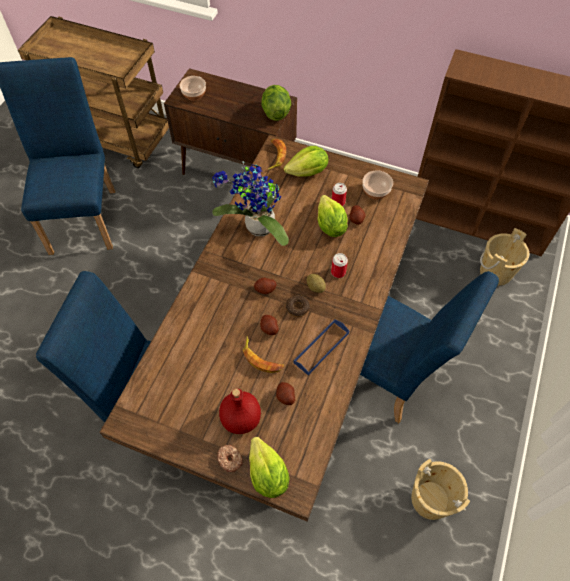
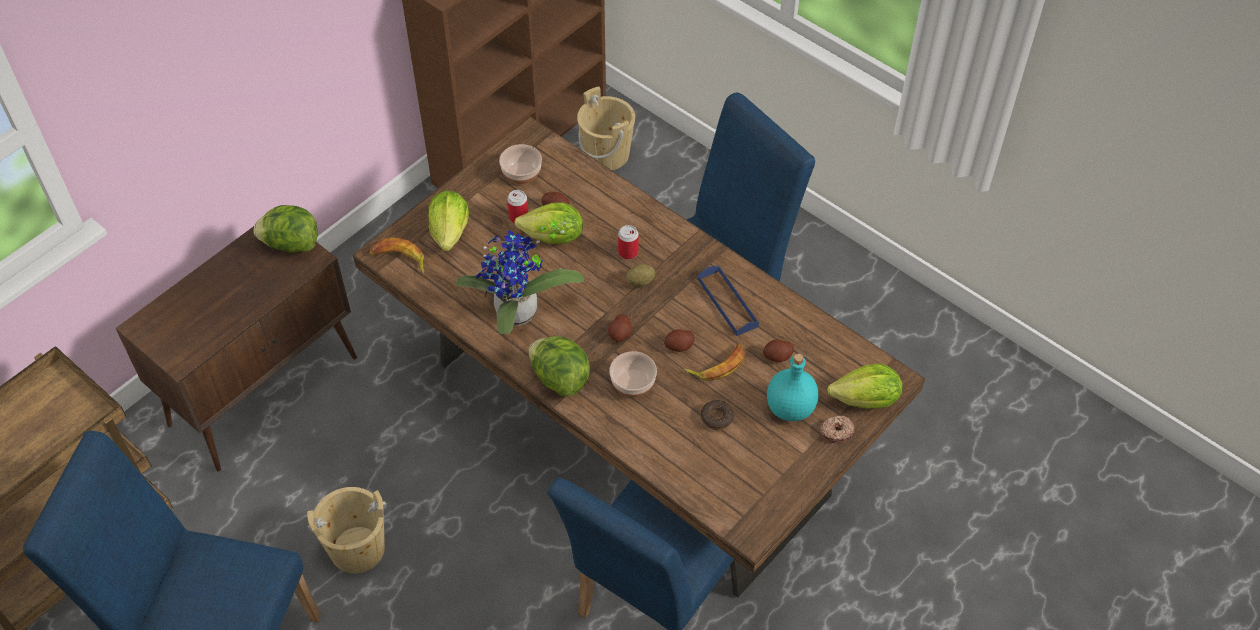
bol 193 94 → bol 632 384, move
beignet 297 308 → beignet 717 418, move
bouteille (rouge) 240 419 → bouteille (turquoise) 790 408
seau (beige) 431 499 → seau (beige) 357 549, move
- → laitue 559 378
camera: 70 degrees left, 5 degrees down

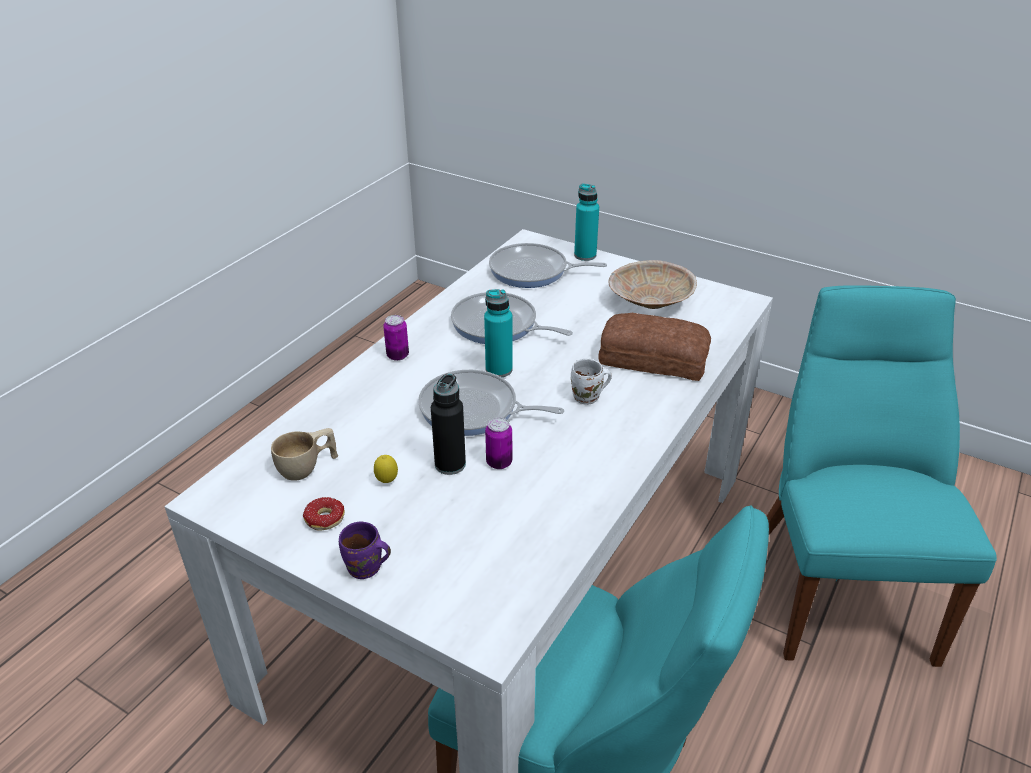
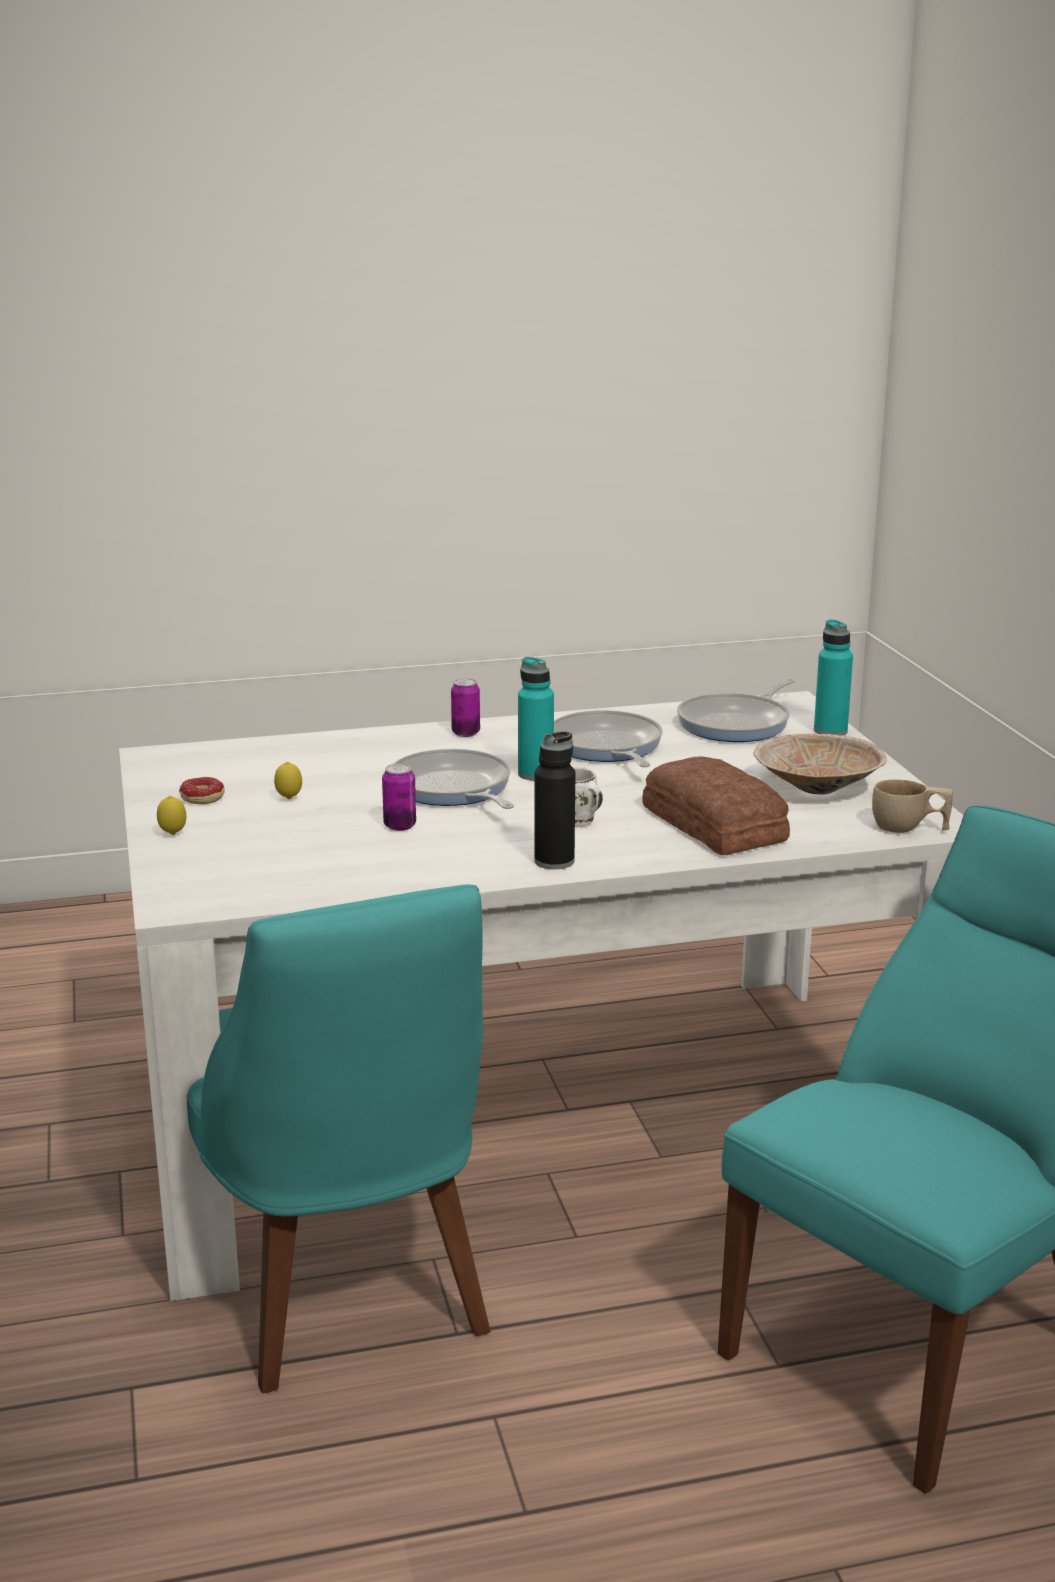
poêle 533 271 → poêle 737 724, 105 degrees counterclockwise
bouteille (noir) 450 464 → bouteille (noir) 554 861, move
tasse (beige) 308 468 → tasse (beige) 909 828, move
mug (violet) 366 569 → citron 173 834
camera: 45 degrees right, 15 degrees down

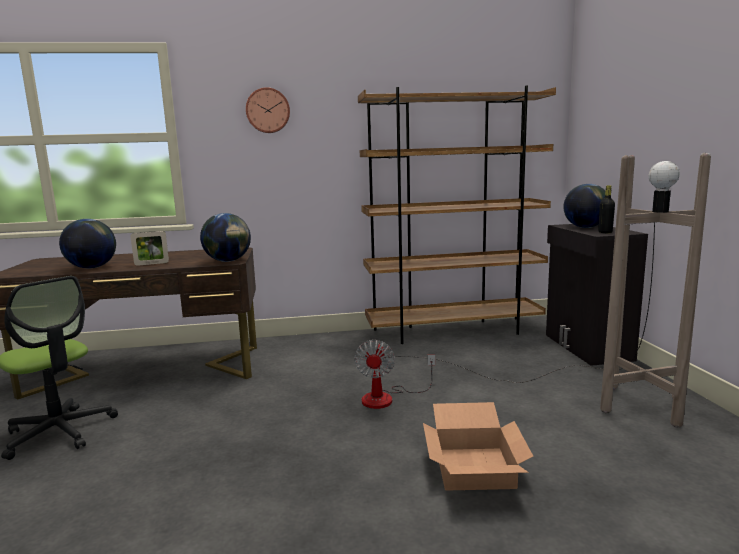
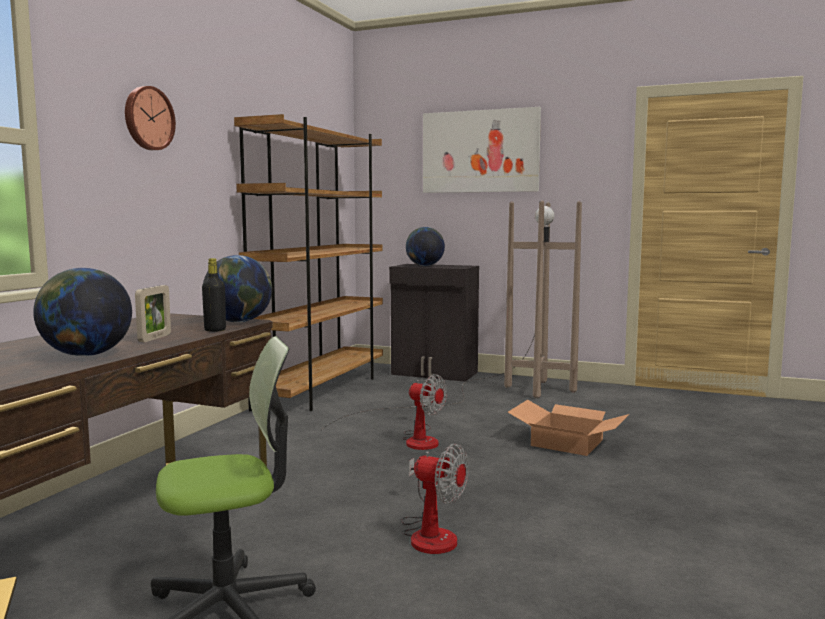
bouteille (noir) 605 232 → bouteille (noir) 215 330, move
- → tableau 480 151
- → ventilateur 430 534
camera: 60 degrees left, 5 degrees down

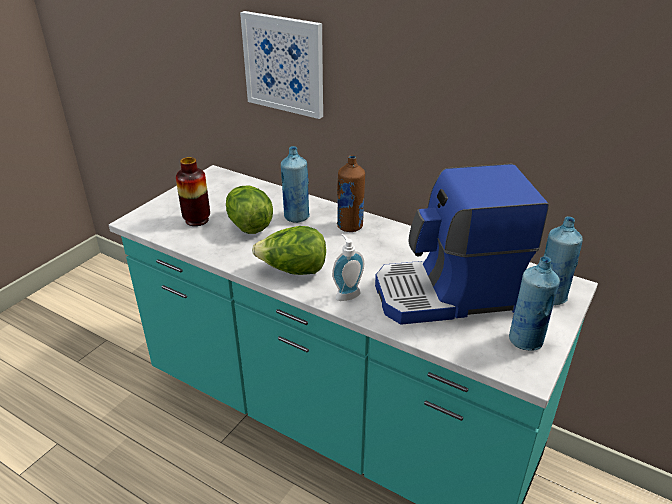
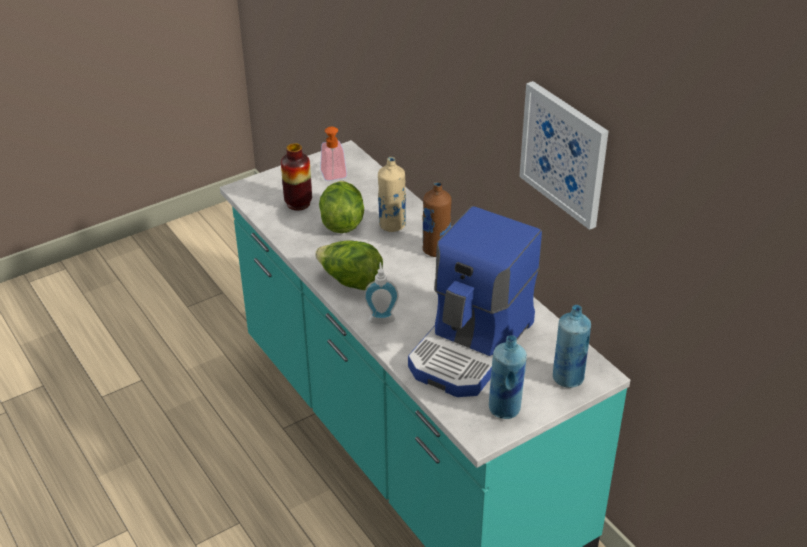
tableau 284 64 → tableau 564 153, move
bouteille (bleu) 296 217 → bouteille (beige) 392 225
machine à café 448 295 → machine à café 472 346, 75 degrees counterclockwise
- → distributeur de savon 335 177
camera: 25 degrees right, 5 degrees up

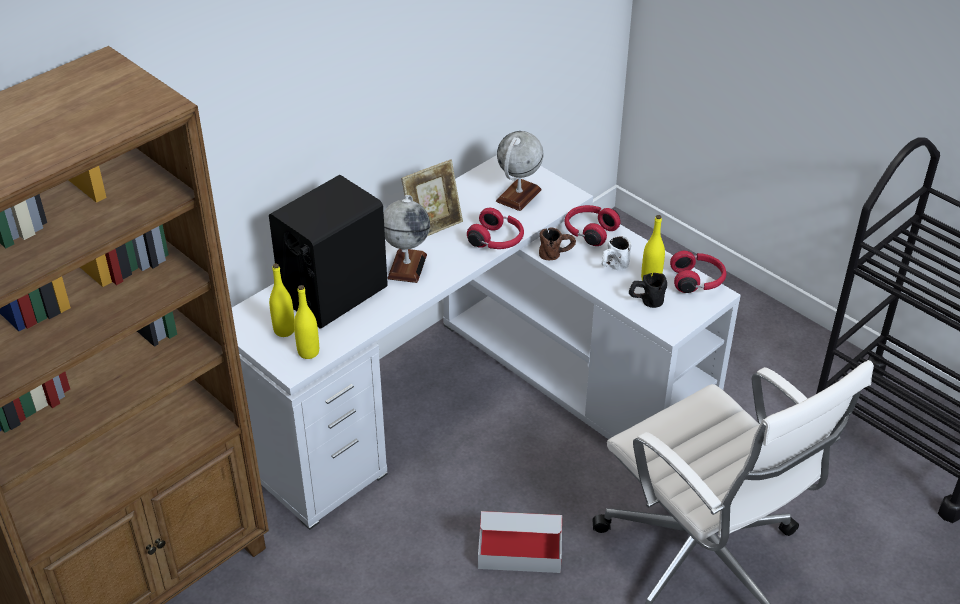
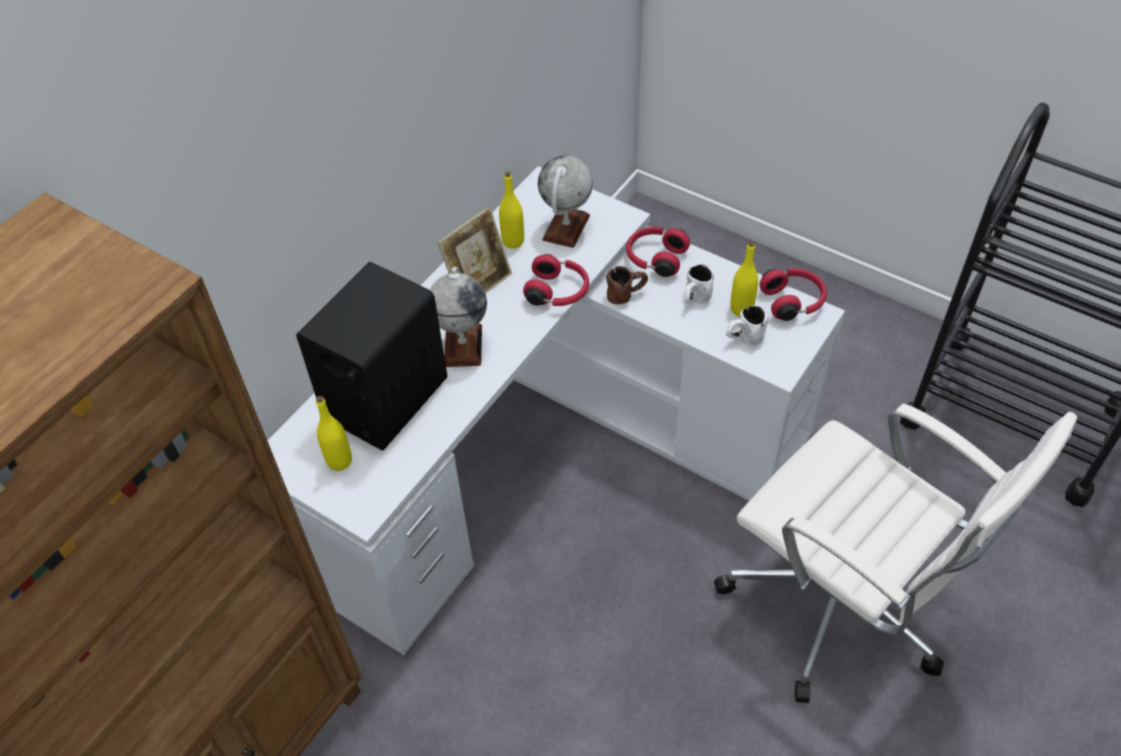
mug (noir) 645 301 → mug (blanc) 743 339
bouteille (jaune) 308 352 → bouteille (jaune) 513 241, move
carton 520 548 → -
camera: 10 degrees left, 10 degrees up

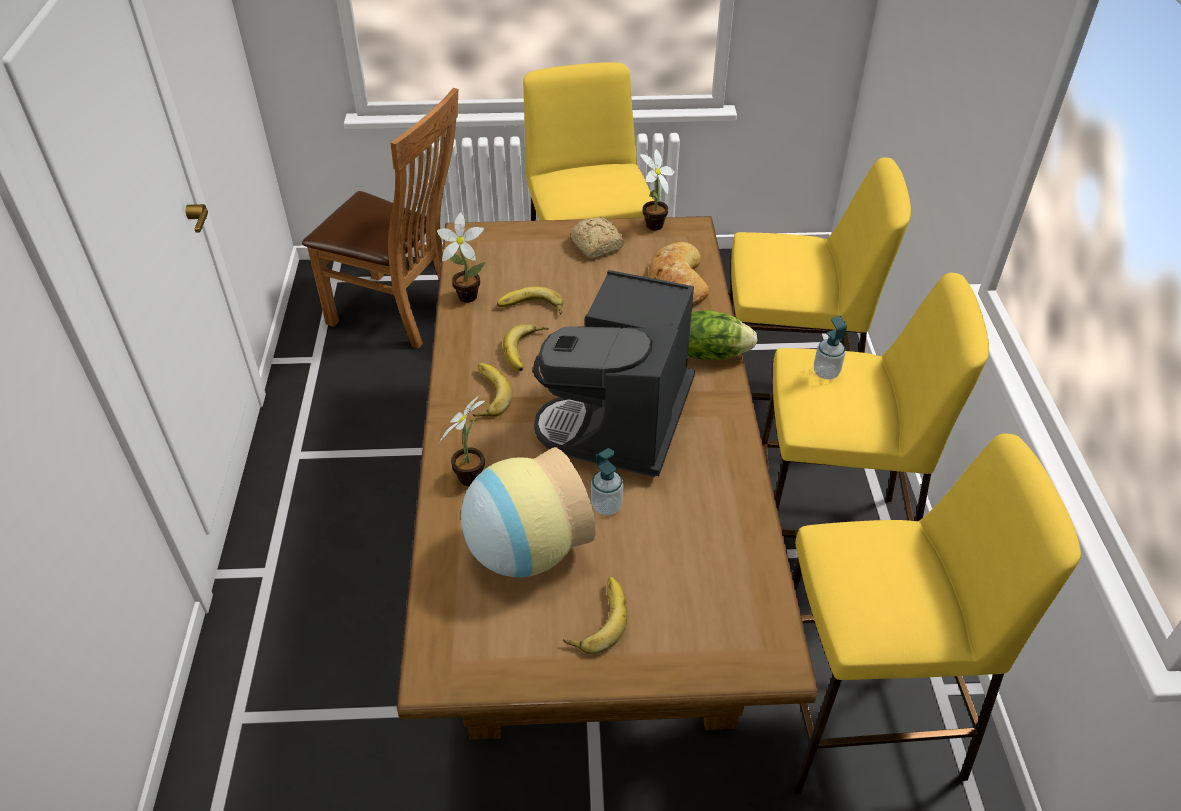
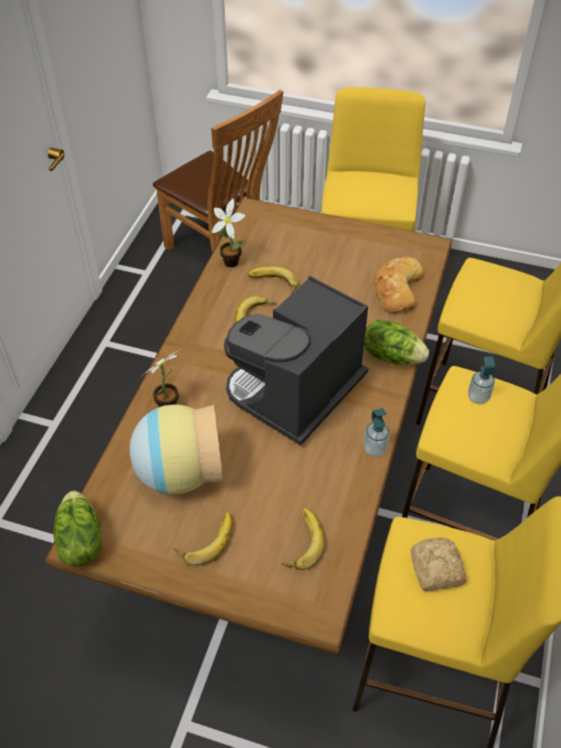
plante en pot 652 227 → -
pain 596 246 → pain 436 570, move
banane 485 394 → banane 300 541, move
distributeur de savon 606 506 → distributeur de savon 375 449, move
- → laitue 80 541
camera: 20 degrees right, 5 degrees up

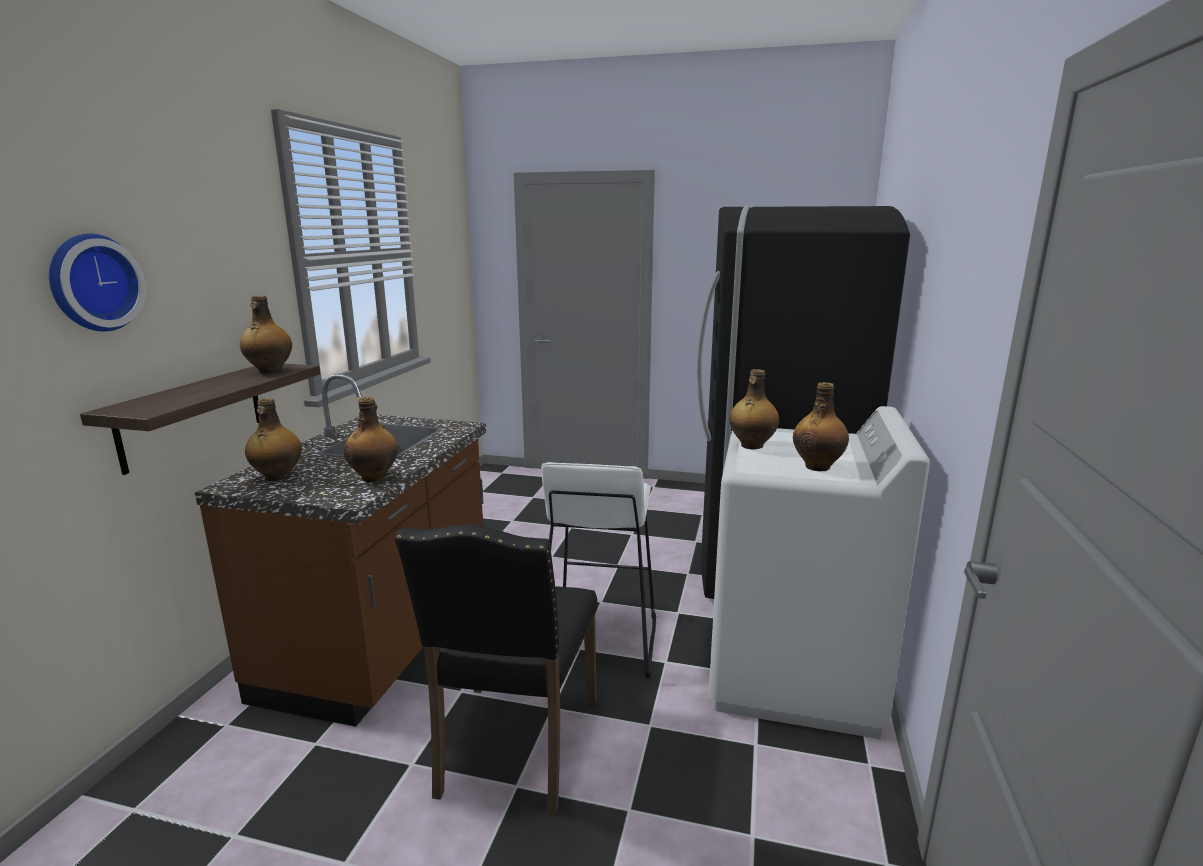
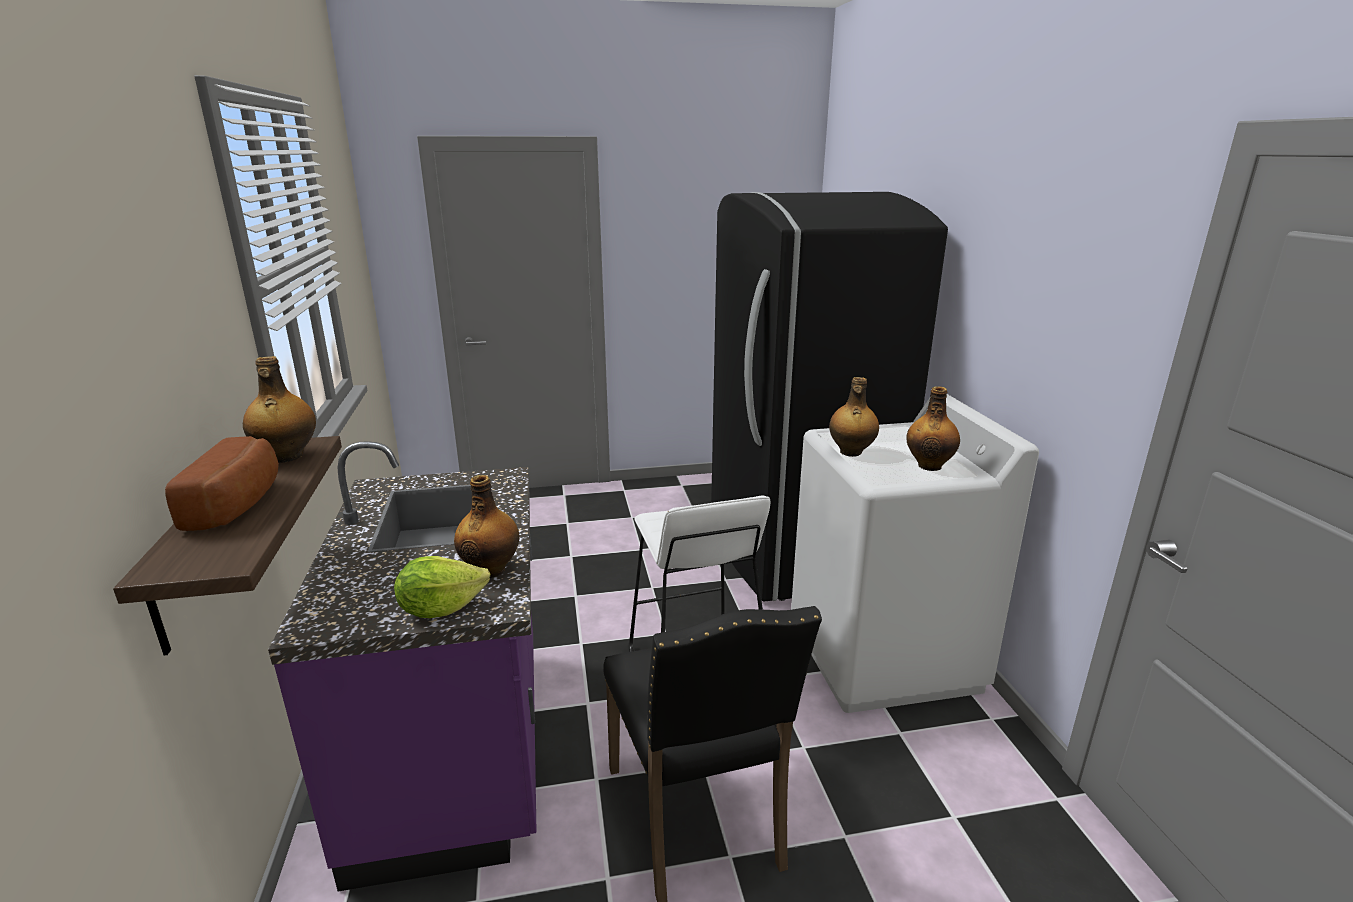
horloge murale 92 283 → -
comptoir de cuisine (marron) 383 640 → comptoir de cuisine (violet) 459 750
bouteille 277 477 → -
- → pain 240 504
- → laitue 440 608
camera: 25 degrees left, 5 degrees up

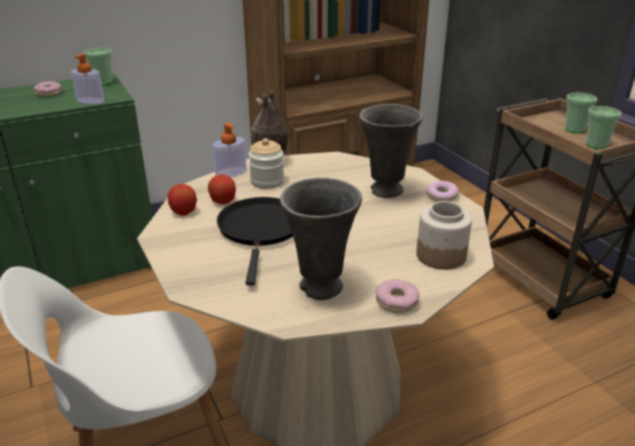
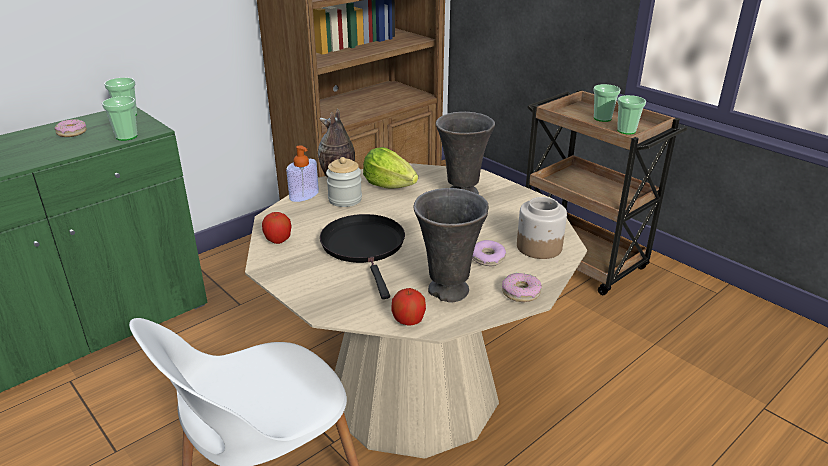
distributeur de savon 90 101 → tasse 126 136
pomme 223 202 → pomme 408 321, move
beignet 441 196 → beignet 487 258, move
- → laitue 389 185
camera: 15 degrees left, 0 degrees up

